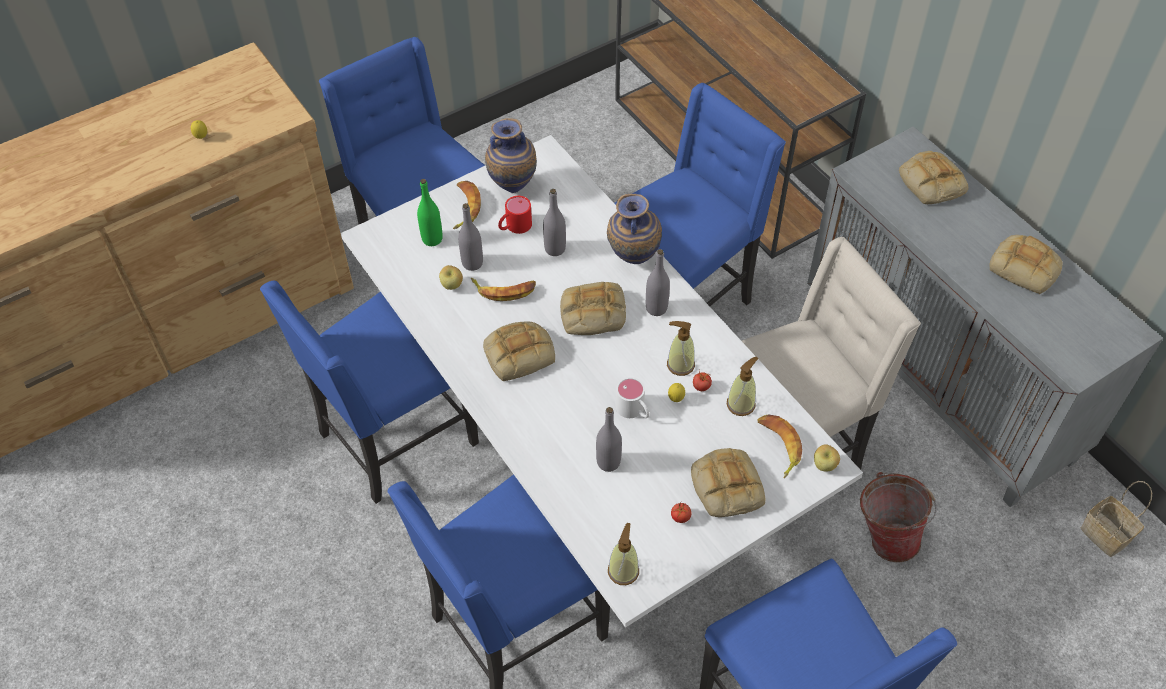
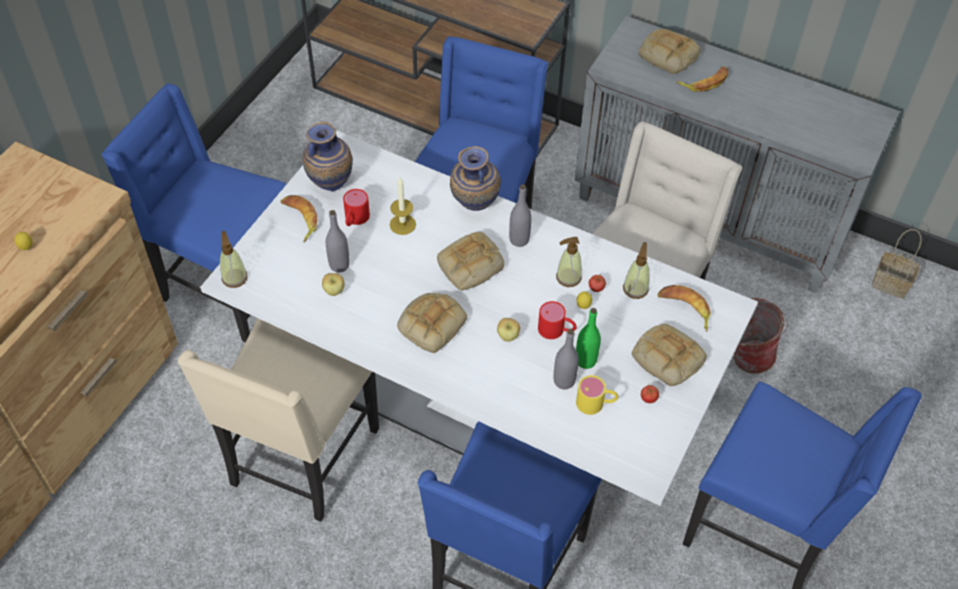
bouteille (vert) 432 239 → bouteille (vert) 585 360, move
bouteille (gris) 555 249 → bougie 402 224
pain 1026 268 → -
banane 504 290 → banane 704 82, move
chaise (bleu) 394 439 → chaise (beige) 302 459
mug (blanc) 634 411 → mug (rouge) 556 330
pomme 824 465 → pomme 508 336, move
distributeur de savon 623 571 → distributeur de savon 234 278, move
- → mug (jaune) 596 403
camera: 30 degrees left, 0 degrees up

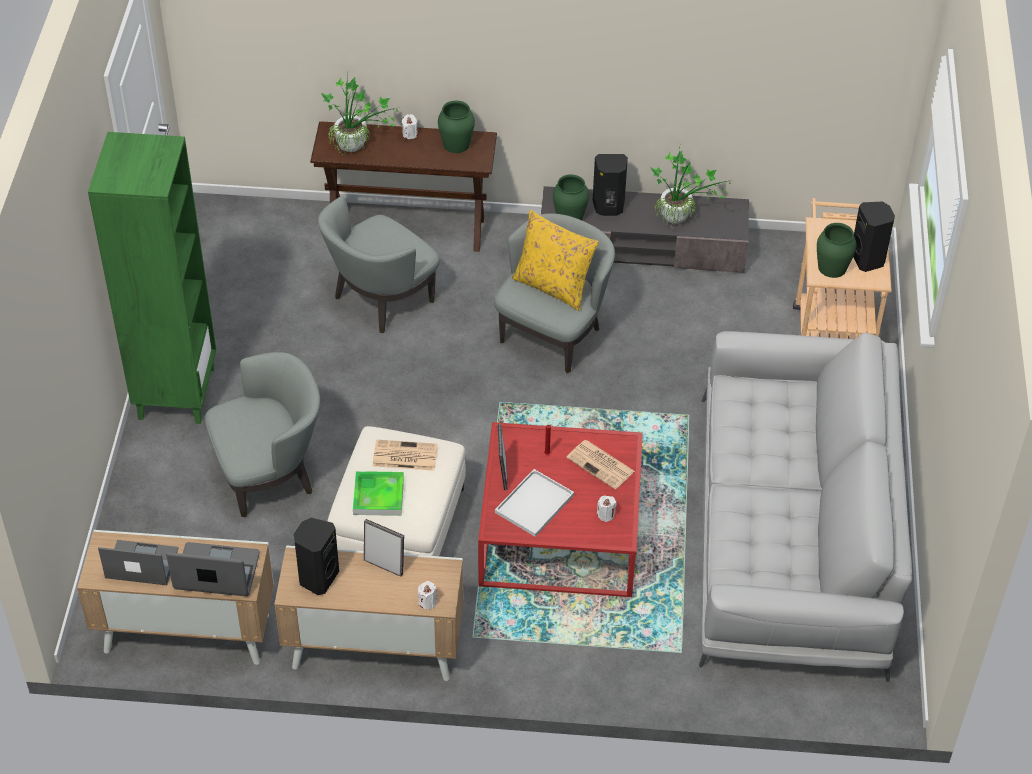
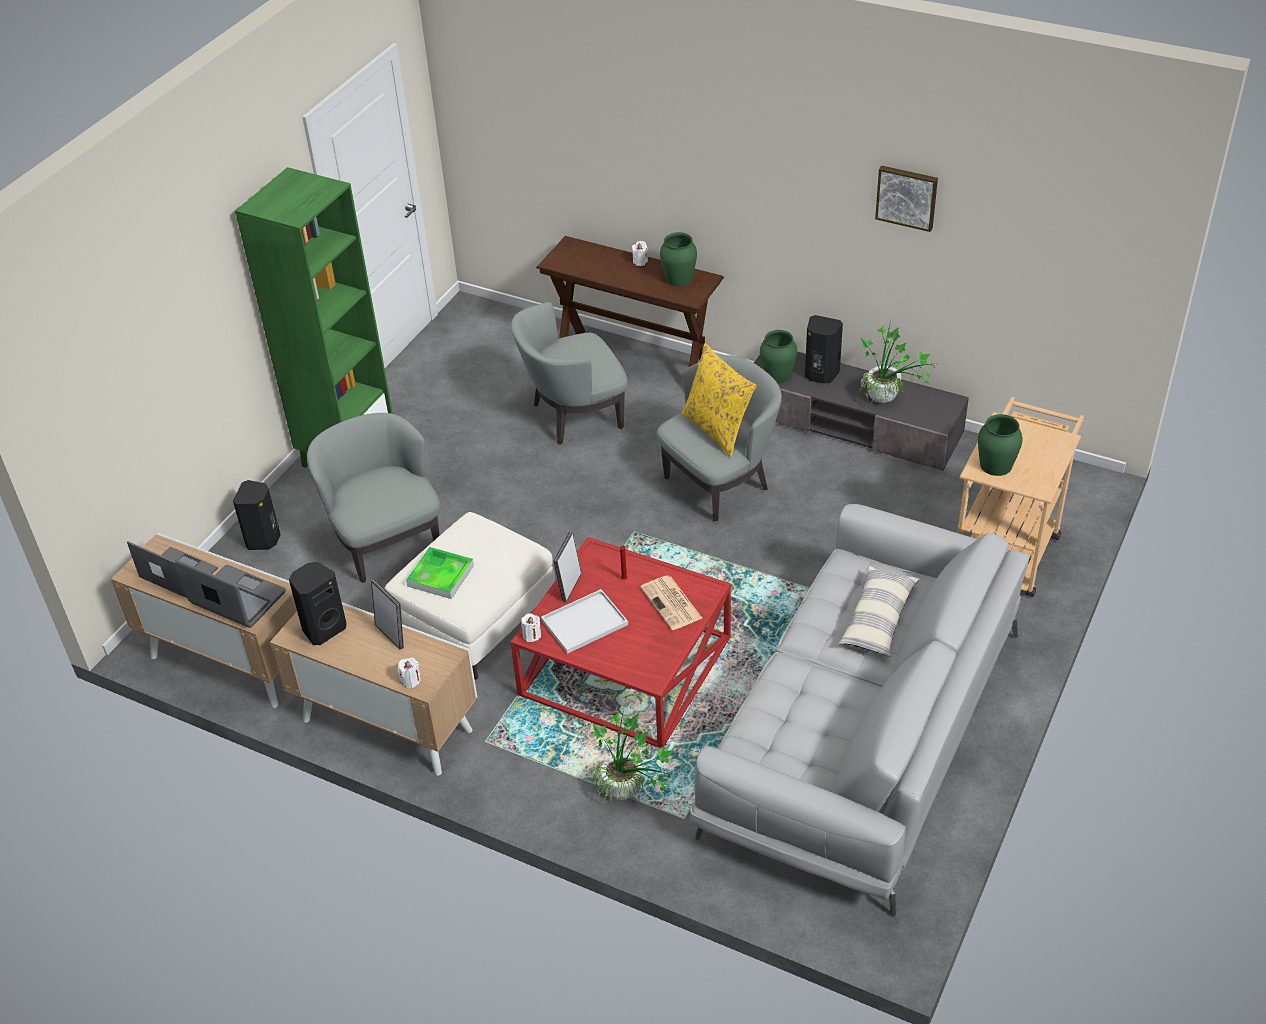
plante en pot 358 147 → plante en pot 630 793, move
enceinte (noir) 868 259 → enceinte (noir) 264 539, move
fauteuil (gris) 270 475 → fauteuil (gris) 386 542, 120 degrees counterclockwise
journal 404 456 → -
bougie (blanc) 606 515 → bougie (blanc) 532 635, move
- → tableau 907 197
- → coussin 878 619
camera: 25 degrees right, 5 degrees down

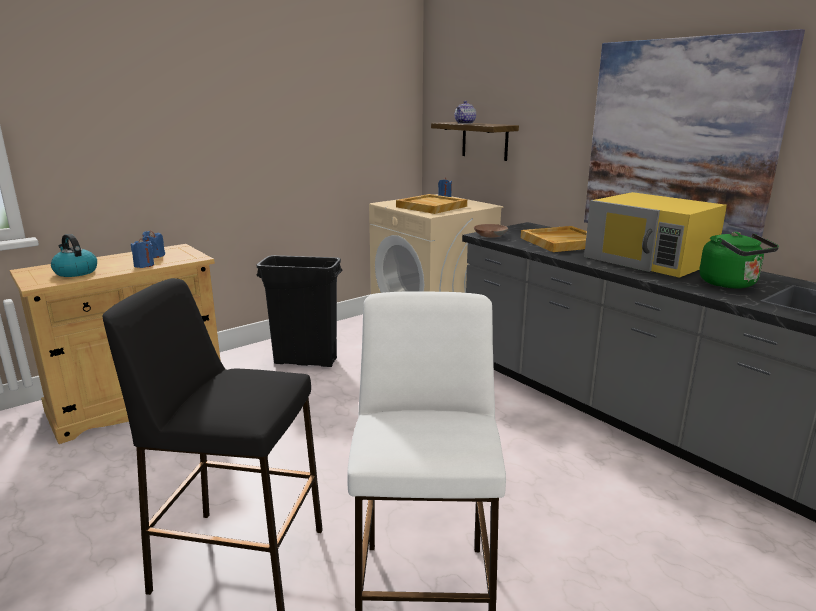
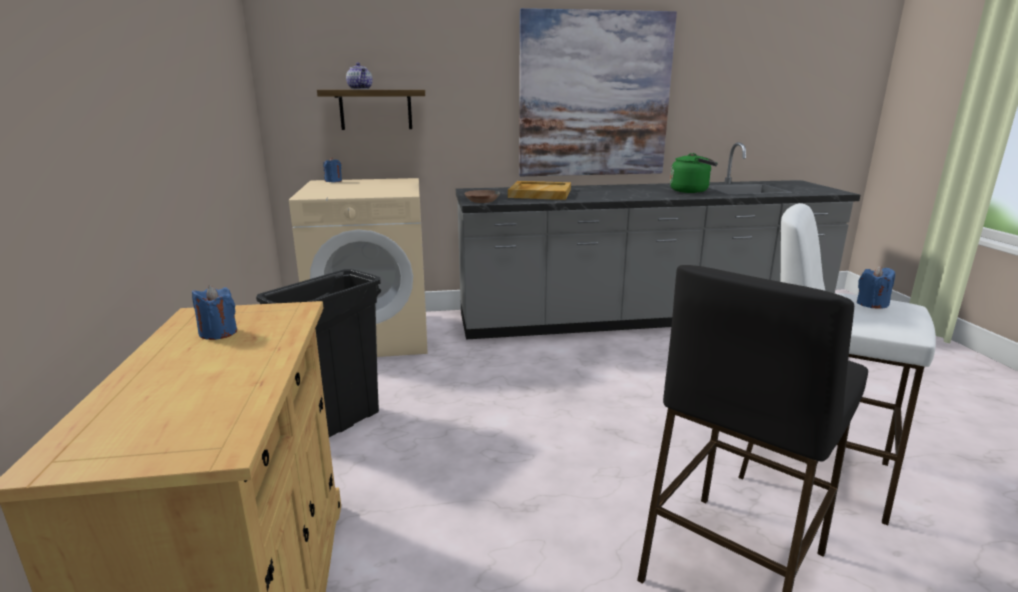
micro-ondes (jaune) 650 259 → -
plateau (beige) 430 206 → -
bouilloire 75 272 → -
bougie (bleu) 144 265 → bougie (bleu) 871 304, move
camera: 60 degrees left, 0 degrees up

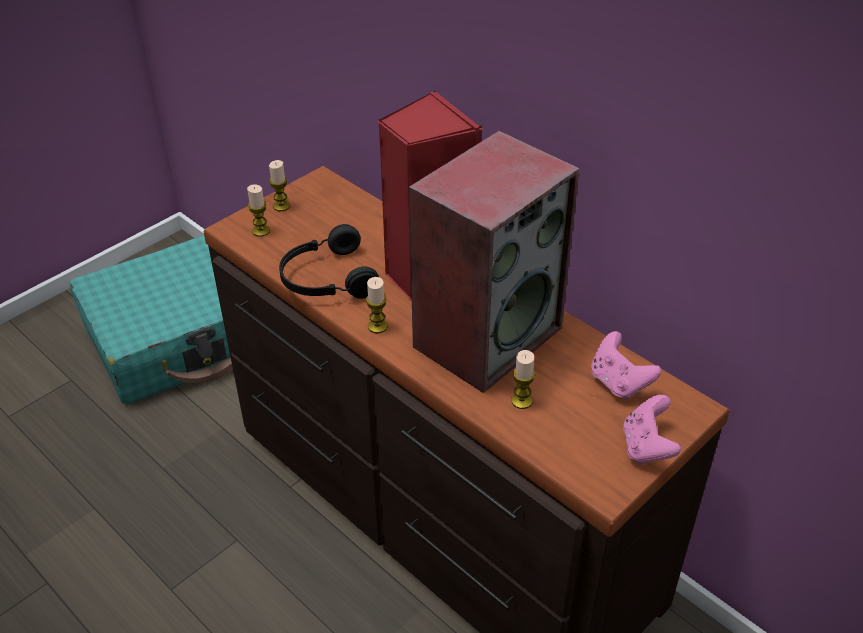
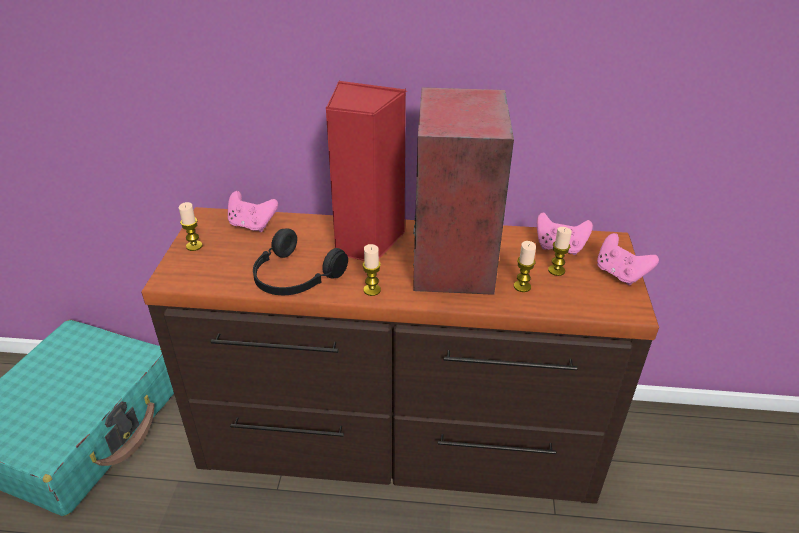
bougie 261 231 → bougie 556 270, move
- → manette (rose) 252 225
camera: 40 degrees left, 5 degrees down

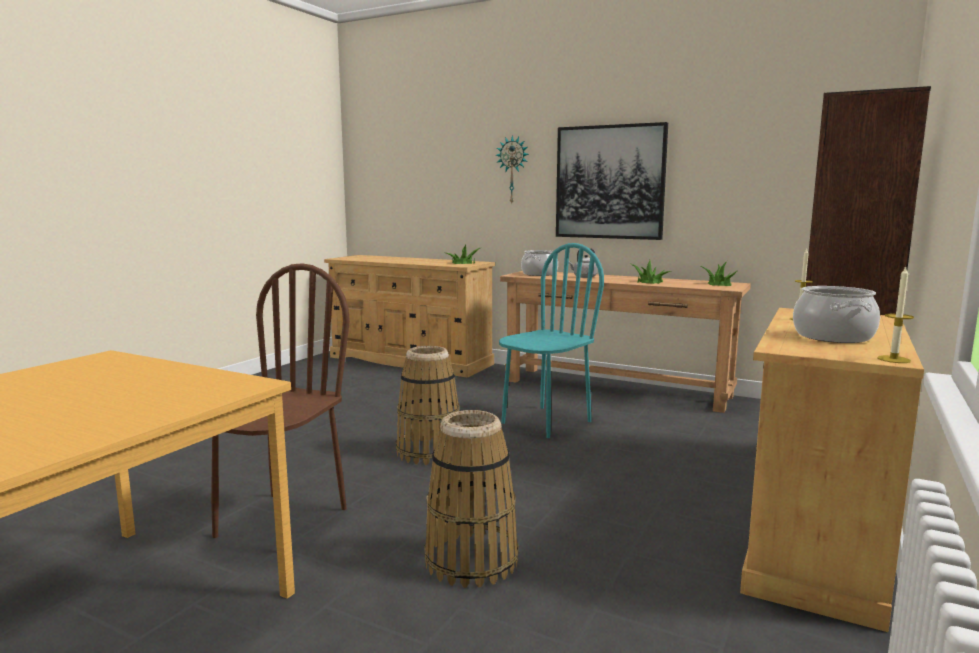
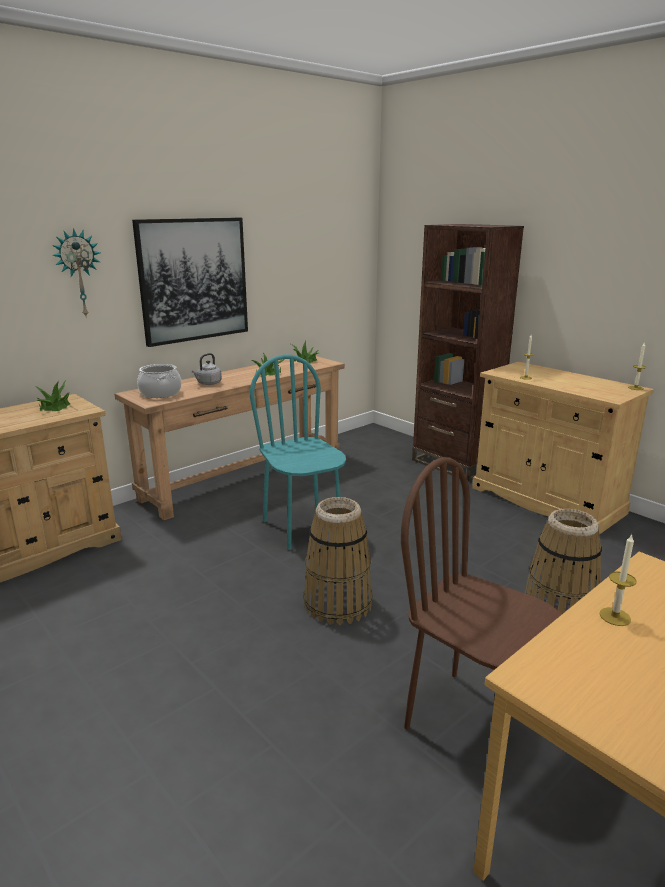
marmite 832 336 → -
- → bougie 615 616
camera: 70 degrees left, 10 degrees up

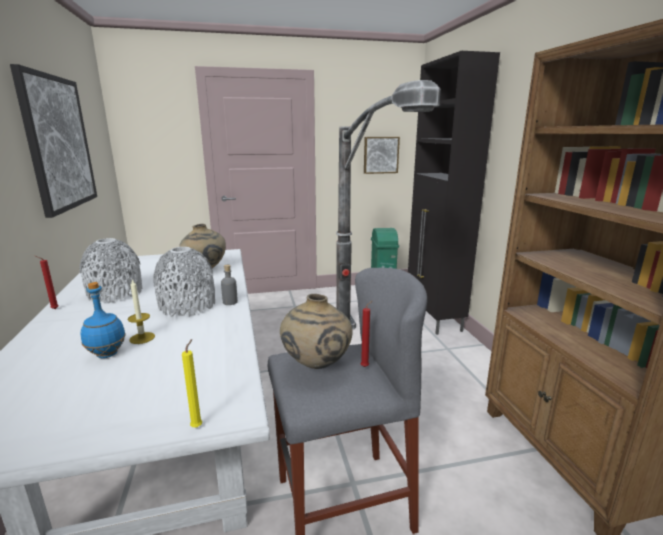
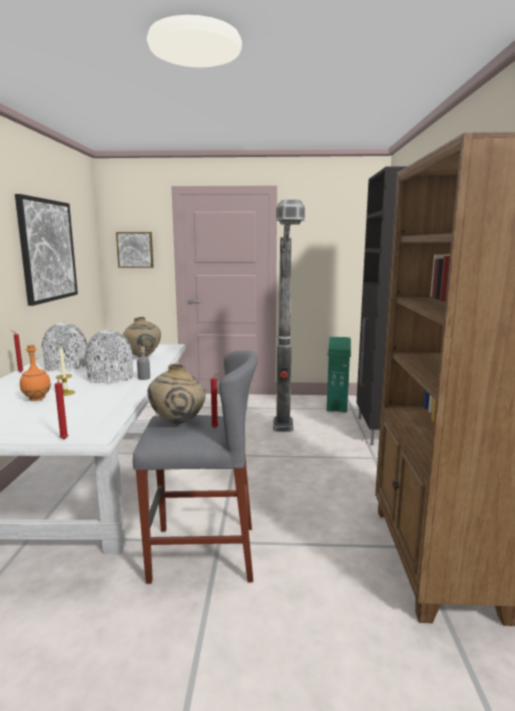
tableau 380 155 → tableau 135 249, move
bouteille (bleu) 106 354 → bouteille (orange) 36 399
bougie (jaune) 198 426 → bougie (rouge) 65 439
camera: 15 degrees right, 5 degrees down

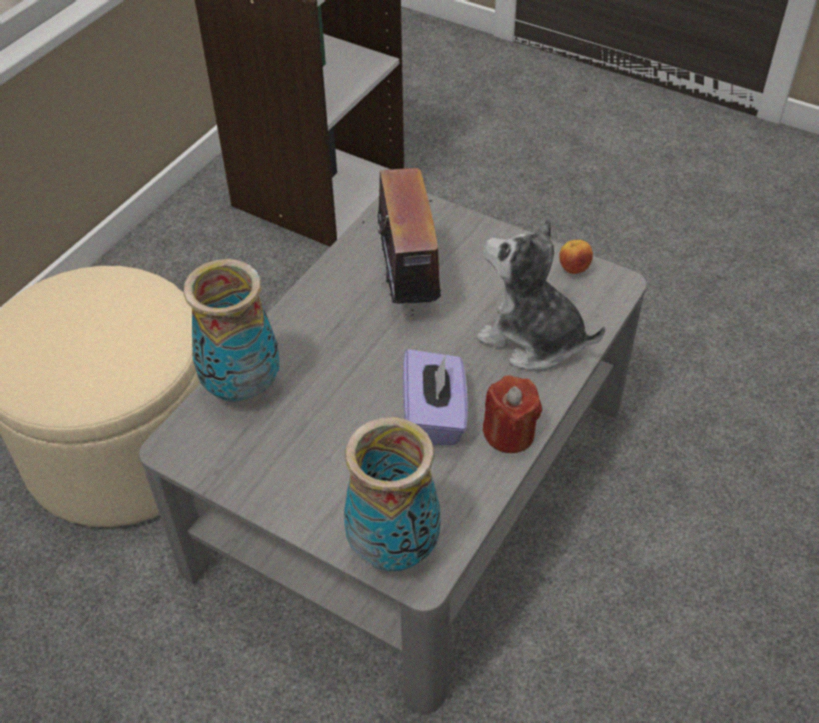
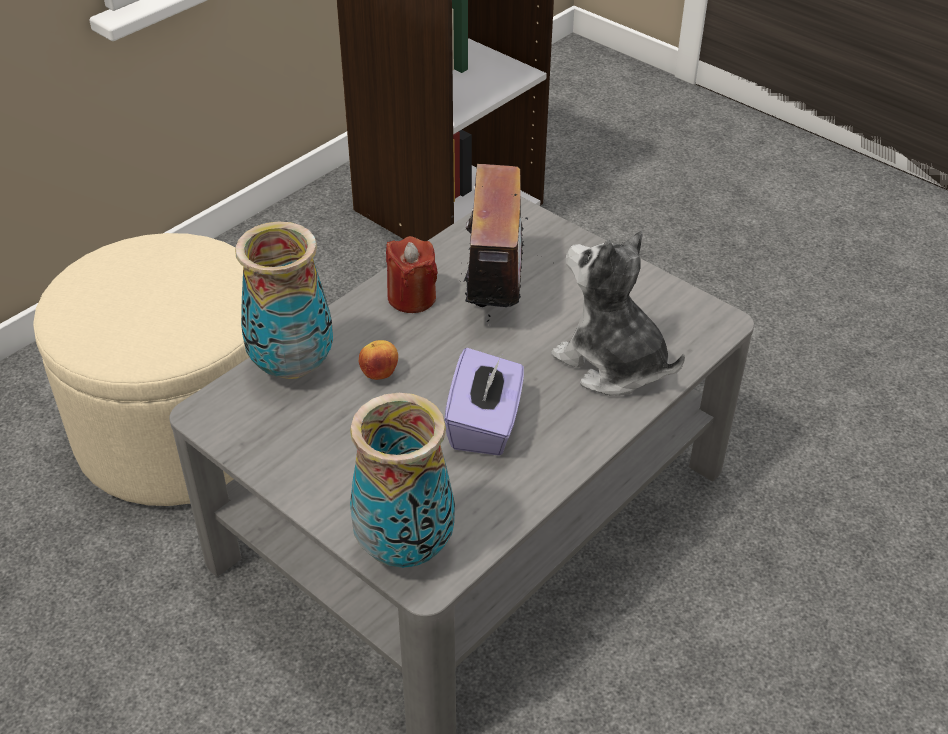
pomme 573 269 → pomme 379 374, move
bougie (rouge) 509 433 → bougie (rouge) 411 297, move
camera: 10 degrees right, 5 degrees down

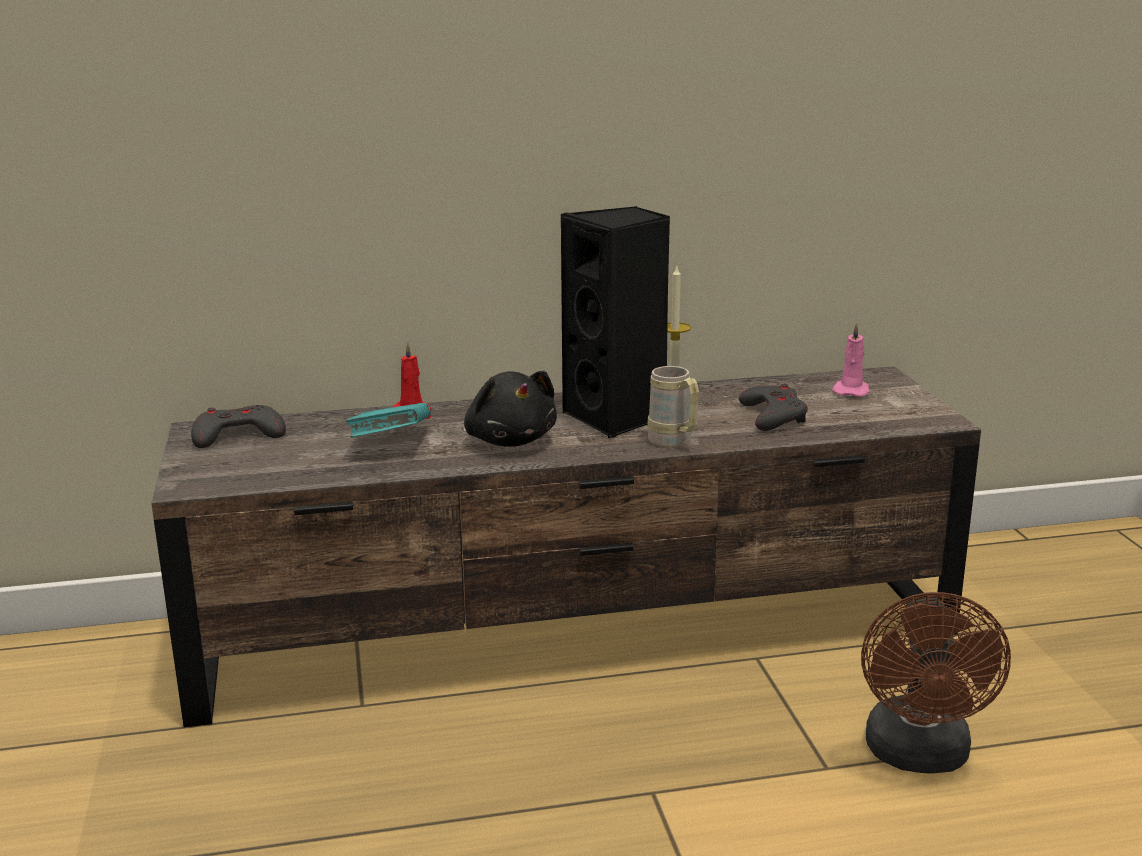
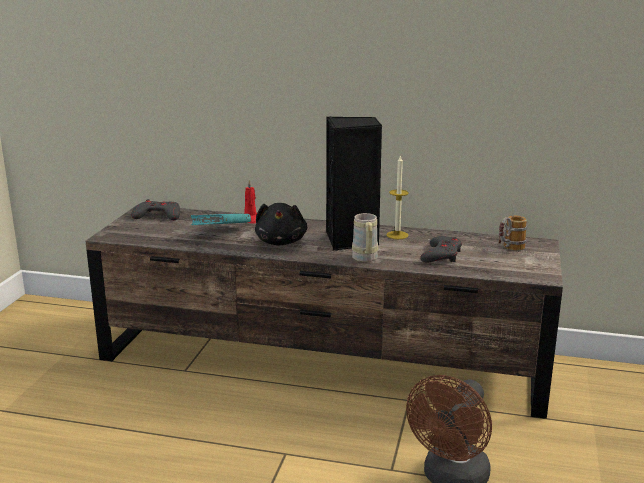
bougie (rose) 851 391 → mug 509 249
camera: 25 degrees right, 0 degrees up

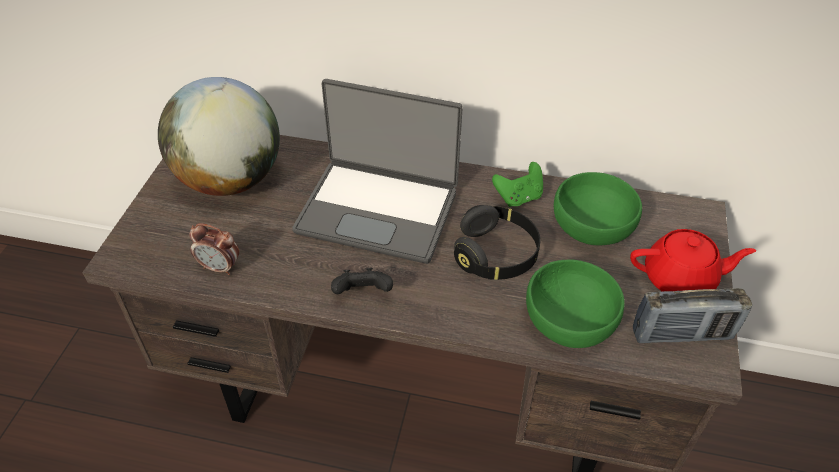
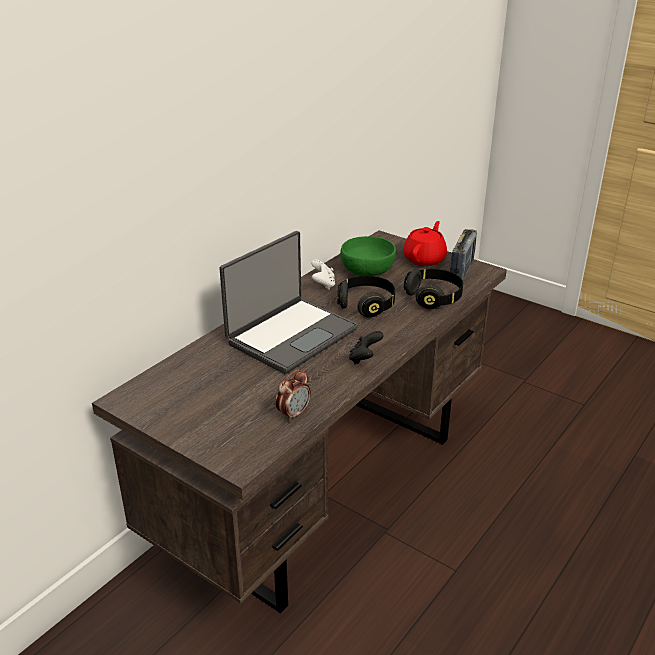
globe 231 180 → -
manette (vert) 518 197 → manette (blanc) 323 284
bol (vert) 569 322 → casque audio (noir) 434 298
camera: 65 degrees left, 15 degrees down

